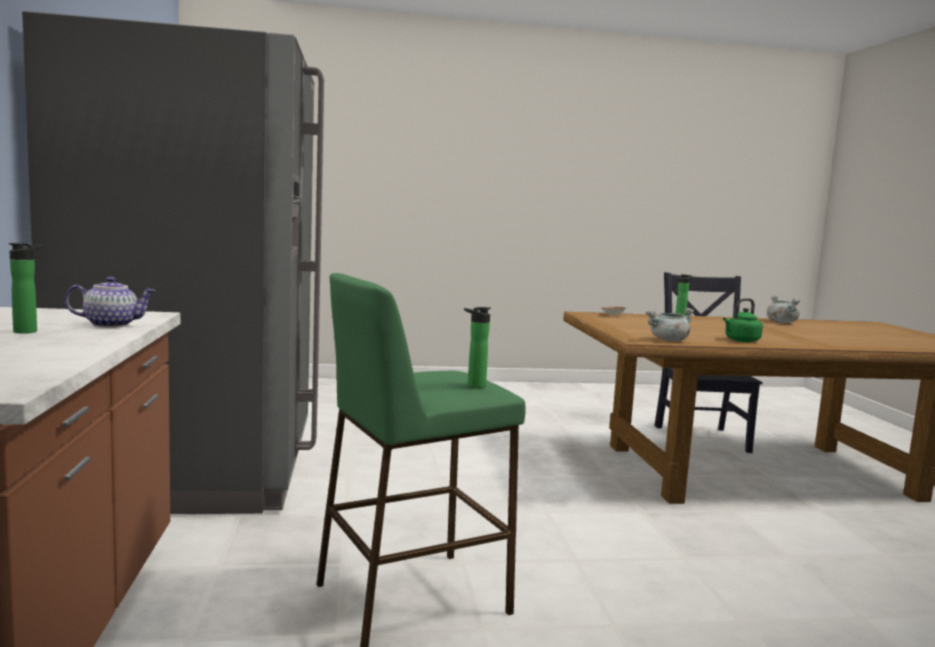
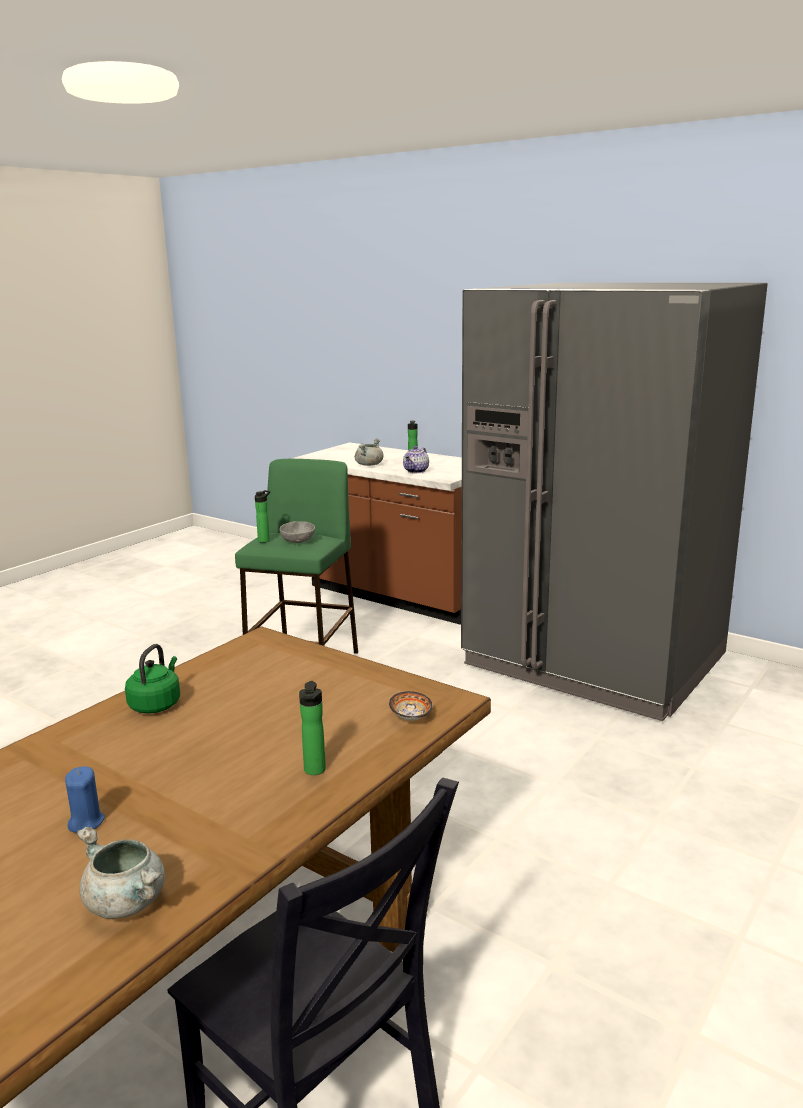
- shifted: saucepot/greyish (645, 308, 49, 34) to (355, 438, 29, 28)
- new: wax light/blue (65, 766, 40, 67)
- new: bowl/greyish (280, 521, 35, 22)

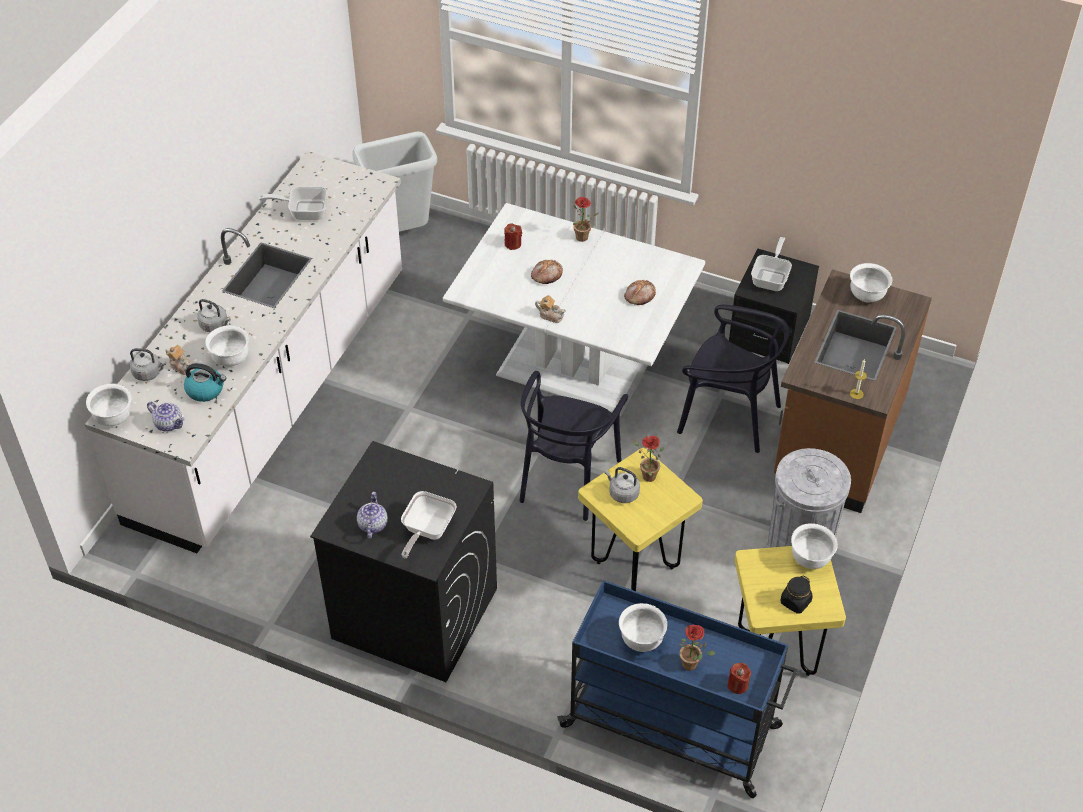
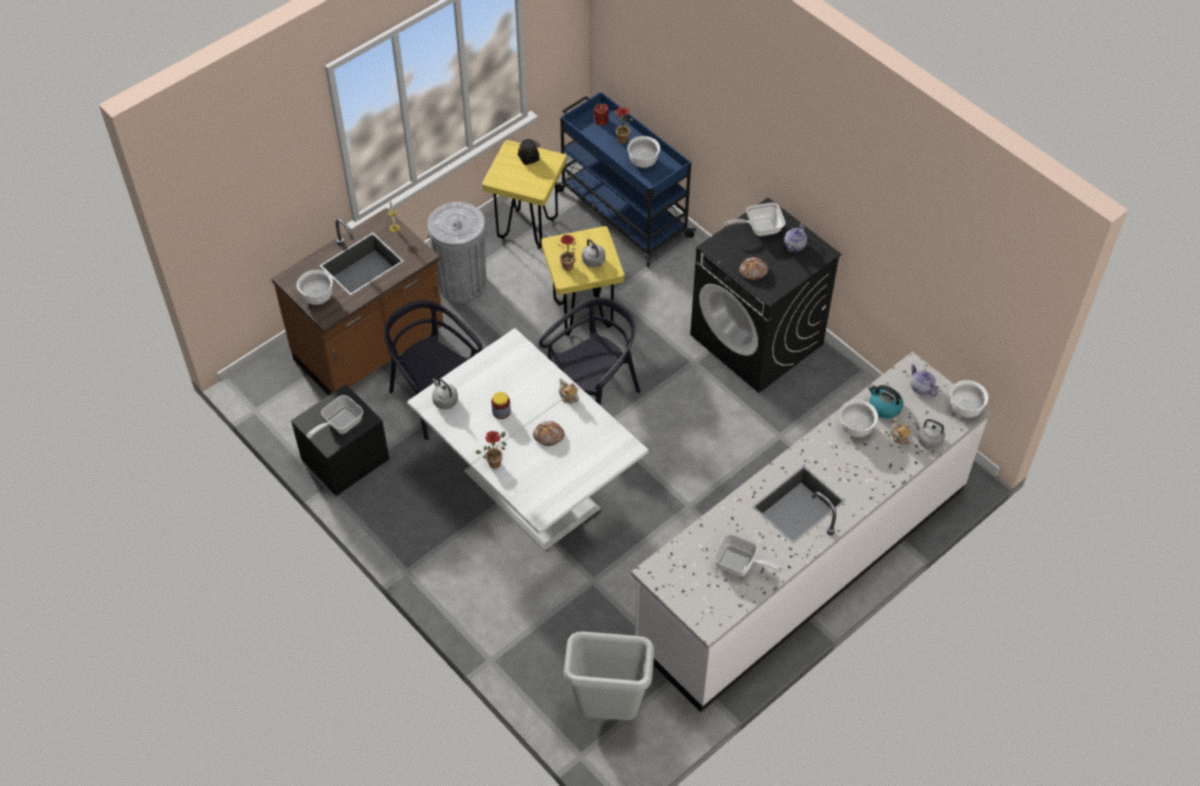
- shifted: water kettle/greyish (197, 299, 33, 33) to (432, 378, 26, 31)
- rotated: pan (401, 491, 56, 67) = (724, 203, 61, 33) 150 degrees counterclockwise
- gone: wax light/reddish (504, 223, 18, 27)
- shifted: baked bread (624, 280, 32, 25) to (739, 257, 30, 23)
- gone: bowl/white-coloured (791, 523, 47, 46)
- new: storage jar (491, 392, 20, 27)

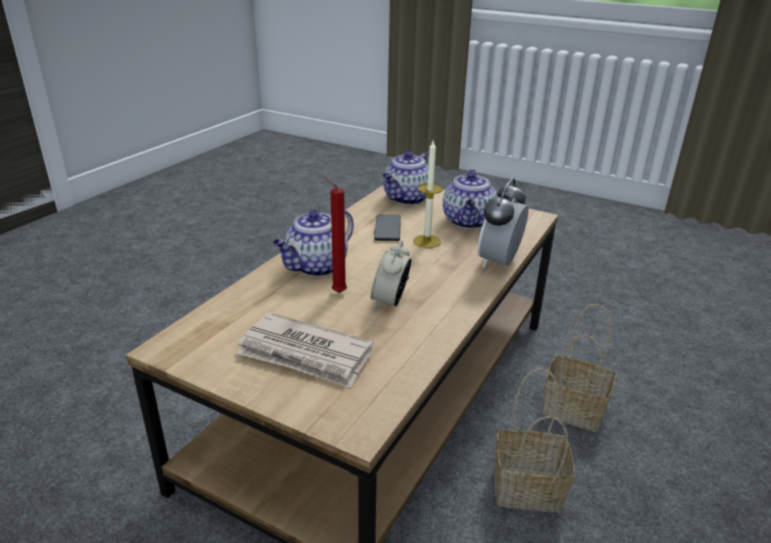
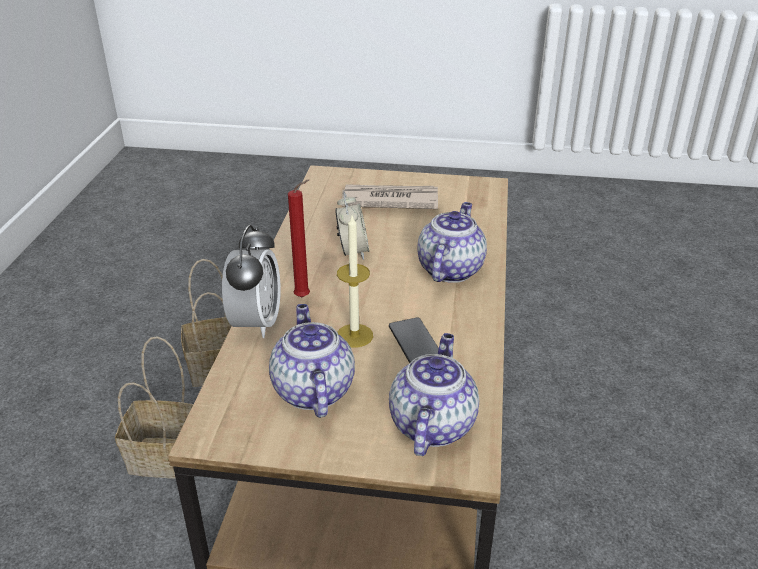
- shifted: wax light/reddish (324, 176, 23, 117) to (288, 180, 22, 117)

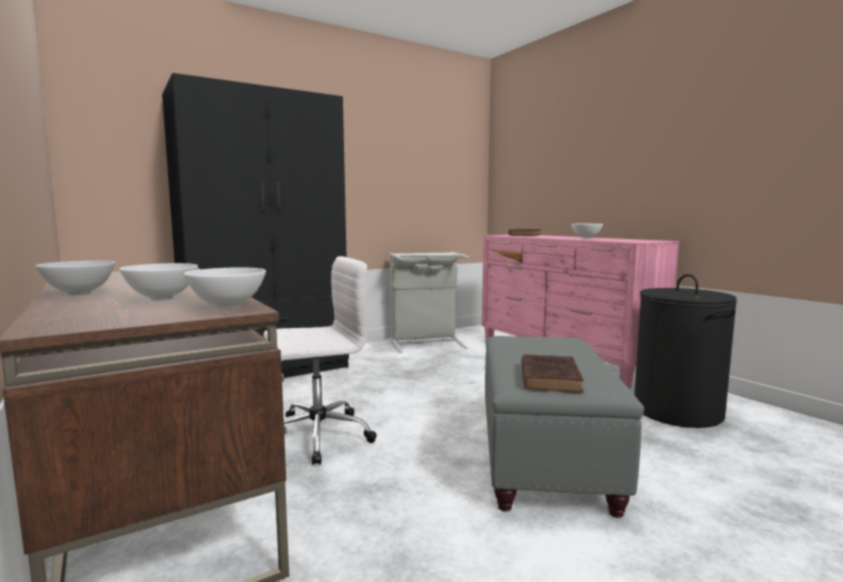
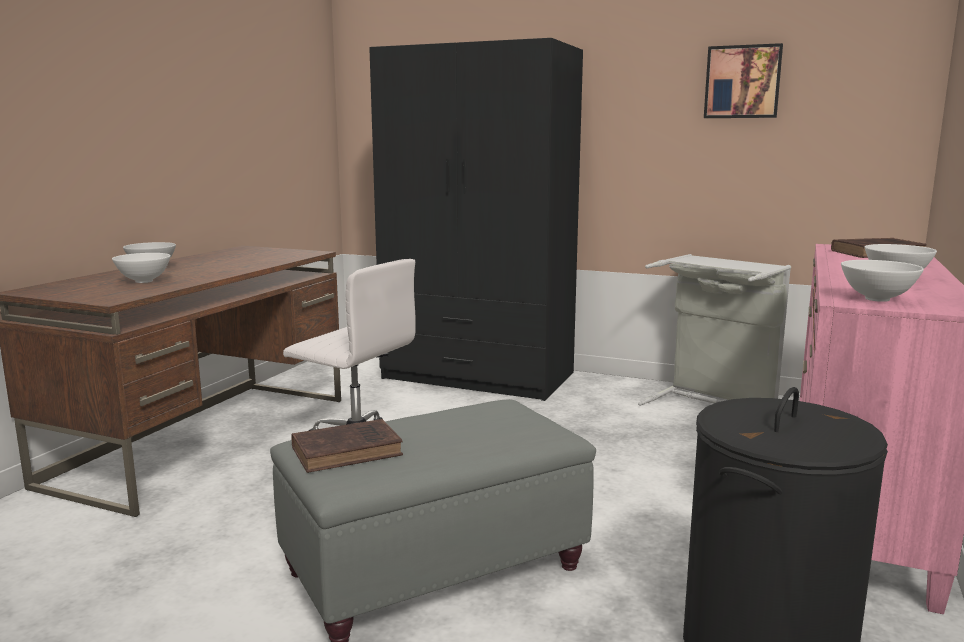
- shifted: bowl/white-coloured (184, 268, 82, 41) to (841, 260, 83, 42)
- new: wall picture (704, 43, 79, 75)

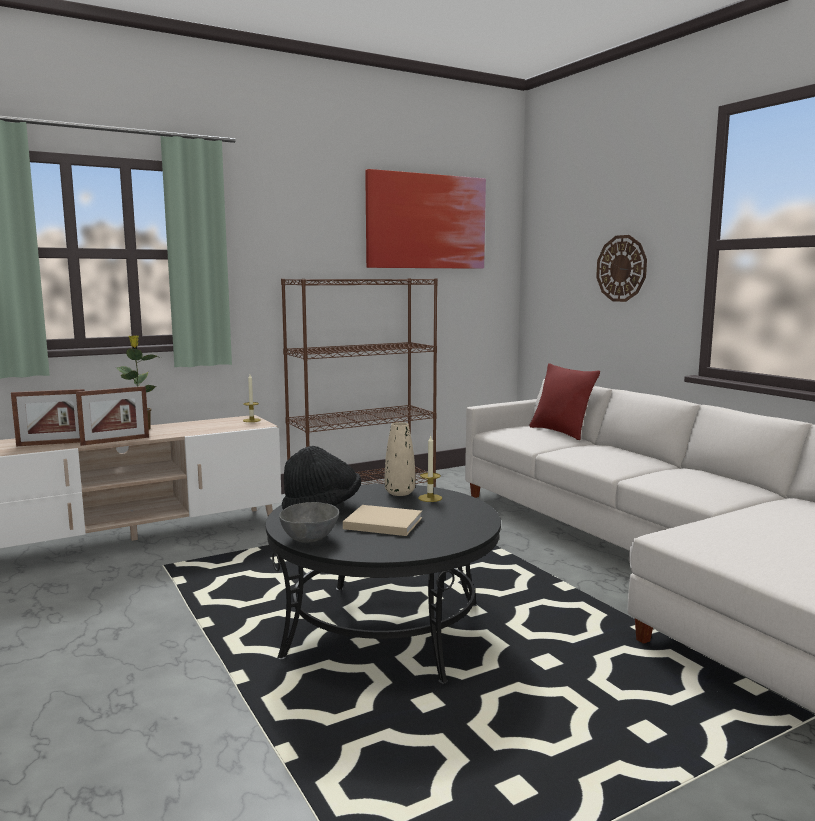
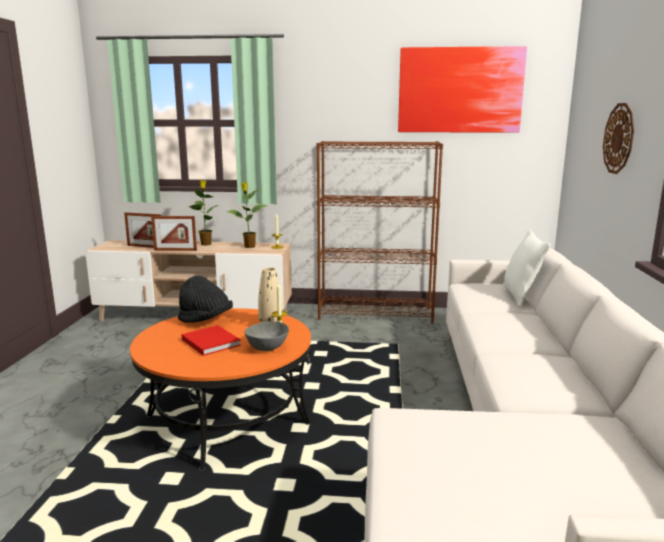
- repainted: lounge table/blackish (266, 484, 235, 199) to lounge table/orange (130, 308, 181, 163)
- shifted: bowl/greyish (279, 502, 60, 41) to (245, 321, 44, 30)
- repainted: volume/beige-coloured (343, 505, 79, 31) to volume/reddish (181, 325, 60, 31)
- repainted: cushion/reddish (529, 363, 71, 77) to cushion/white-coloured (502, 229, 49, 78)
- new: potted plant (227, 182, 40, 66)

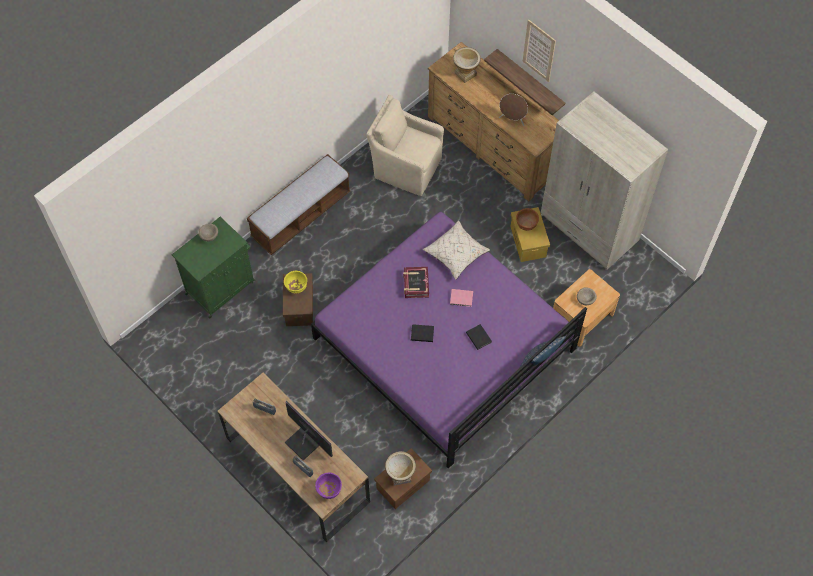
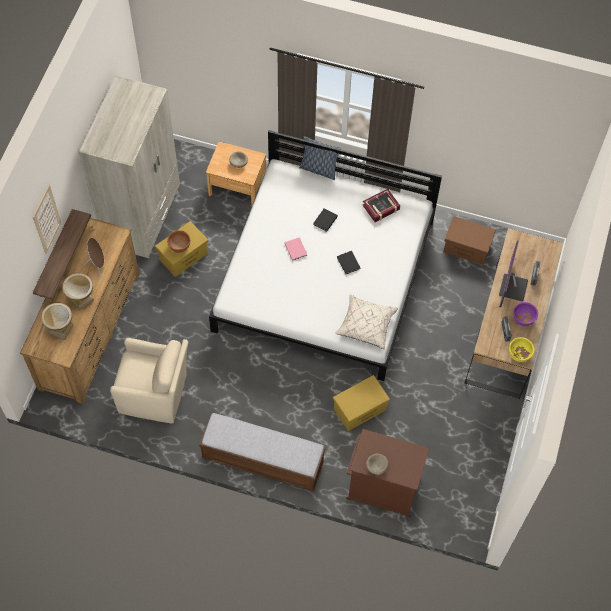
- repainted: cupboard/greenish (172, 217, 83, 101) to cupboard/brown (346, 429, 83, 88)
- repainted: storage container/brown (283, 273, 30, 53) to storage container/yellow-coloured (333, 375, 57, 56)
- shifted: bowl/yellow-coloured (284, 271, 23, 23) to (509, 337, 25, 25)
- repainted: bed/purple (311, 212, 276, 257) to bed/white-coloured (209, 130, 233, 251)
- shifted: bowl/purple (315, 472, 27, 27) to (513, 302, 25, 24)
- rotated: easy chair/beige-coloured (366, 95, 78, 101) = (110, 338, 78, 85) 75 degrees counterclockwise
- shifted: vase (385, 451, 31, 35) to (62, 273, 32, 38)
- shifted: volume (403, 267, 26, 31) to (363, 189, 37, 33)
- shifted: cushion/beige-coloured (423, 221, 67, 59) to (335, 295, 63, 54)

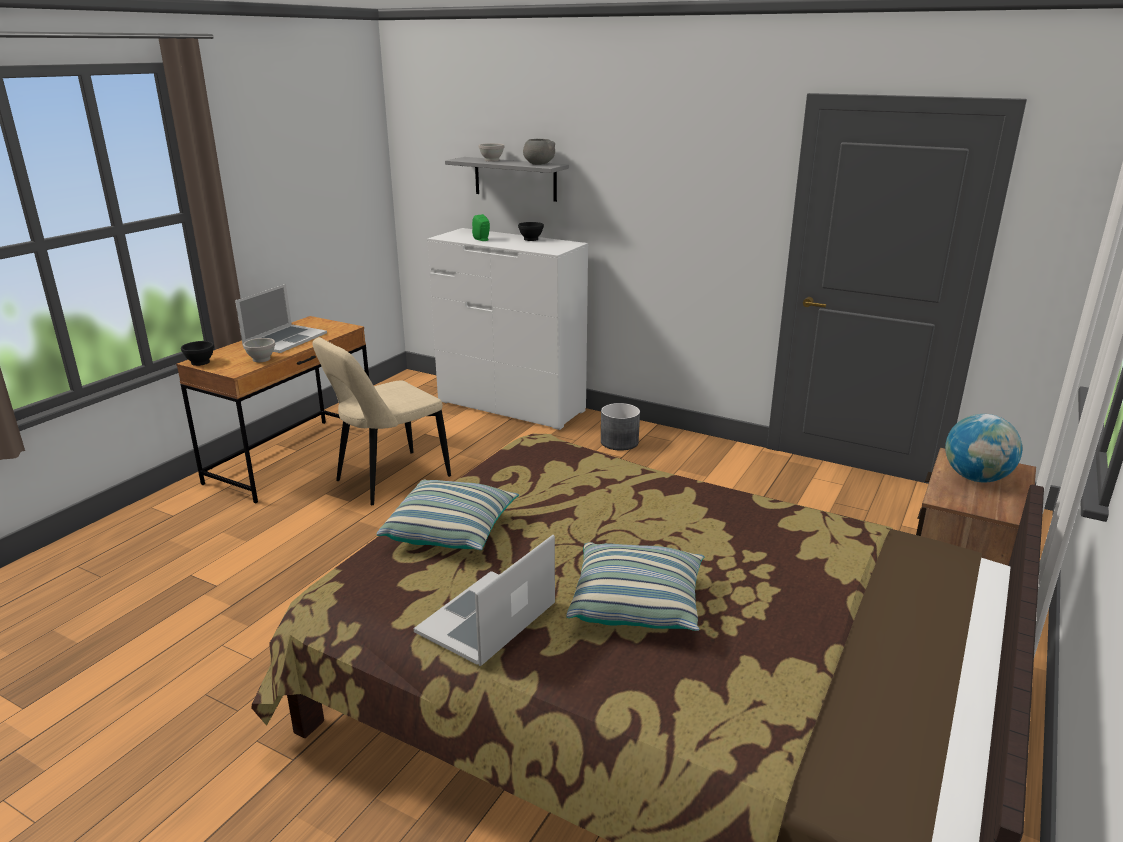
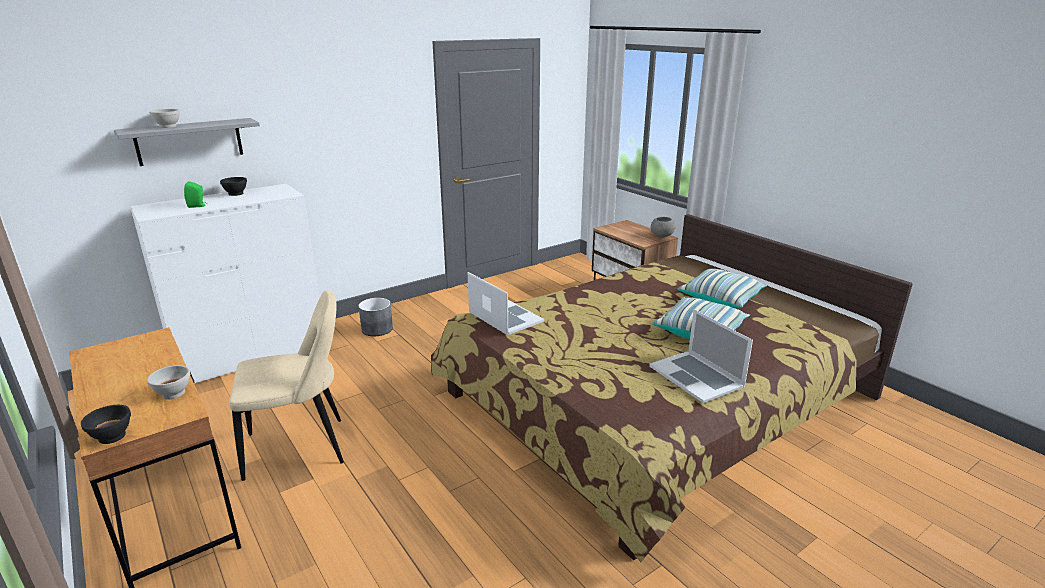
- shifted: notebook computer (235, 284, 92, 69) to (468, 272, 76, 63)
- rotated: chair/beige-coloured (312, 337, 139, 168) = (229, 290, 115, 191) 90 degrees counterclockwise
- shifted: cushion (377, 480, 142, 70) to (677, 269, 91, 40)
- shifted: bowl/greyish (523, 139, 32, 26) to (651, 217, 25, 20)
- gone: desk globe (945, 414, 77, 68)

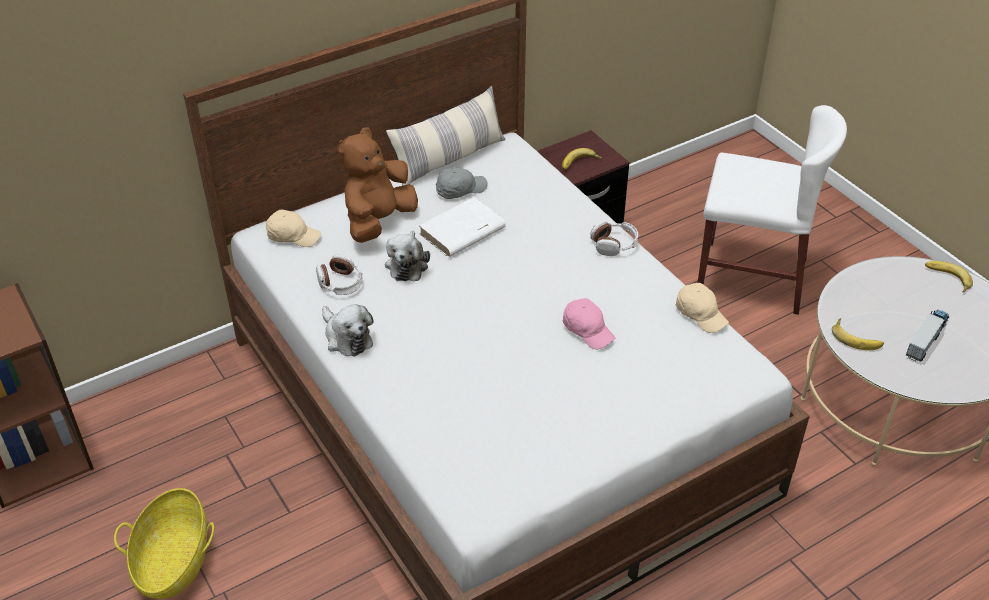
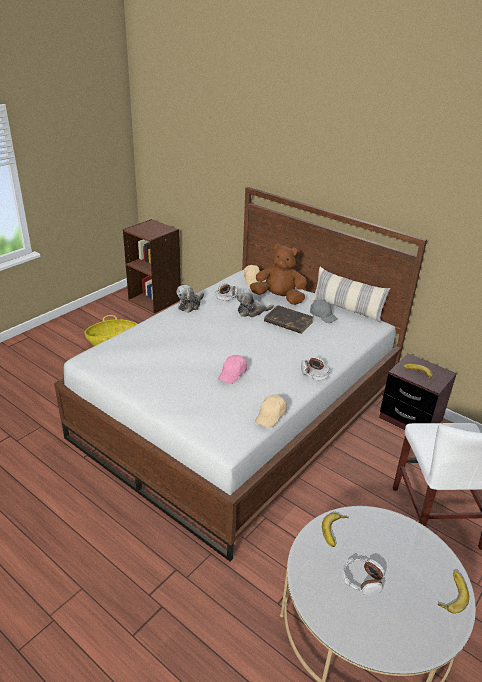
- repainted: volume/white-coloured (419, 197, 87, 60) to volume/brown (264, 305, 49, 29)
- swapped: toy truck (906, 310, 43, 52) to pair of headphones (342, 558, 43, 38)

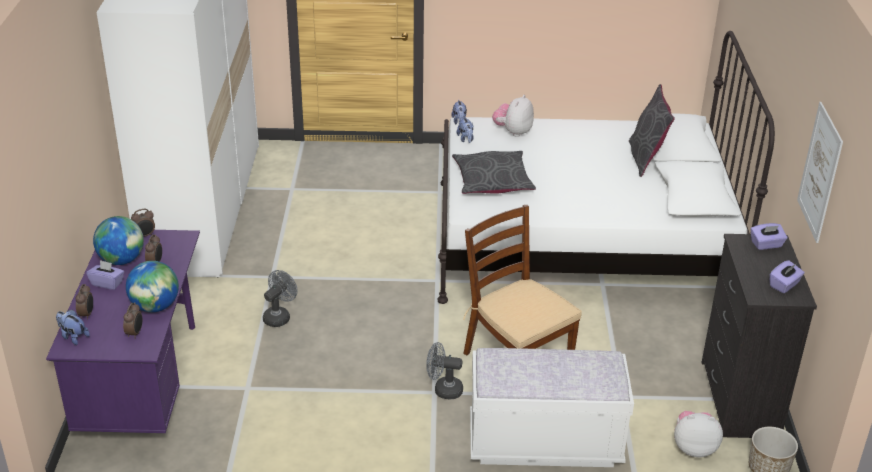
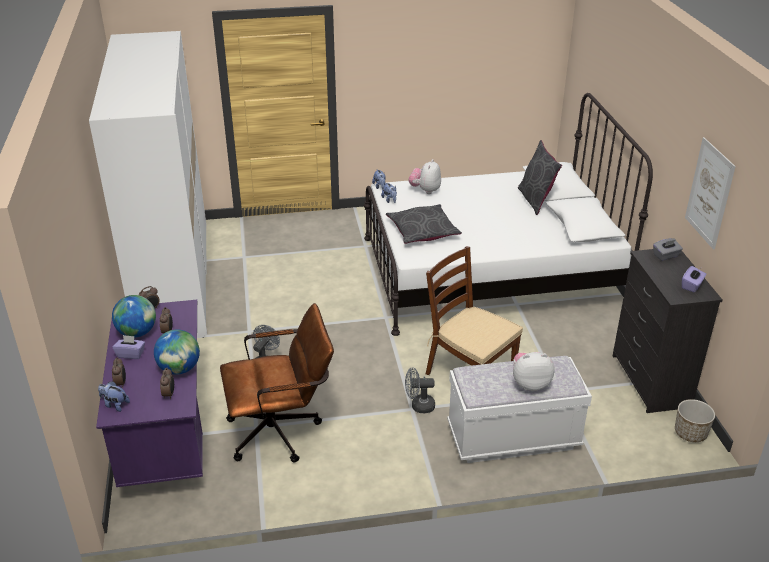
- shifted: soft toy (674, 411, 49, 46) to (513, 352, 42, 39)
- repainted: tissue box/purple (751, 223, 36, 27) to tissue box/greyish (653, 238, 30, 23)
- new: desk chair/brown (220, 303, 114, 160)

